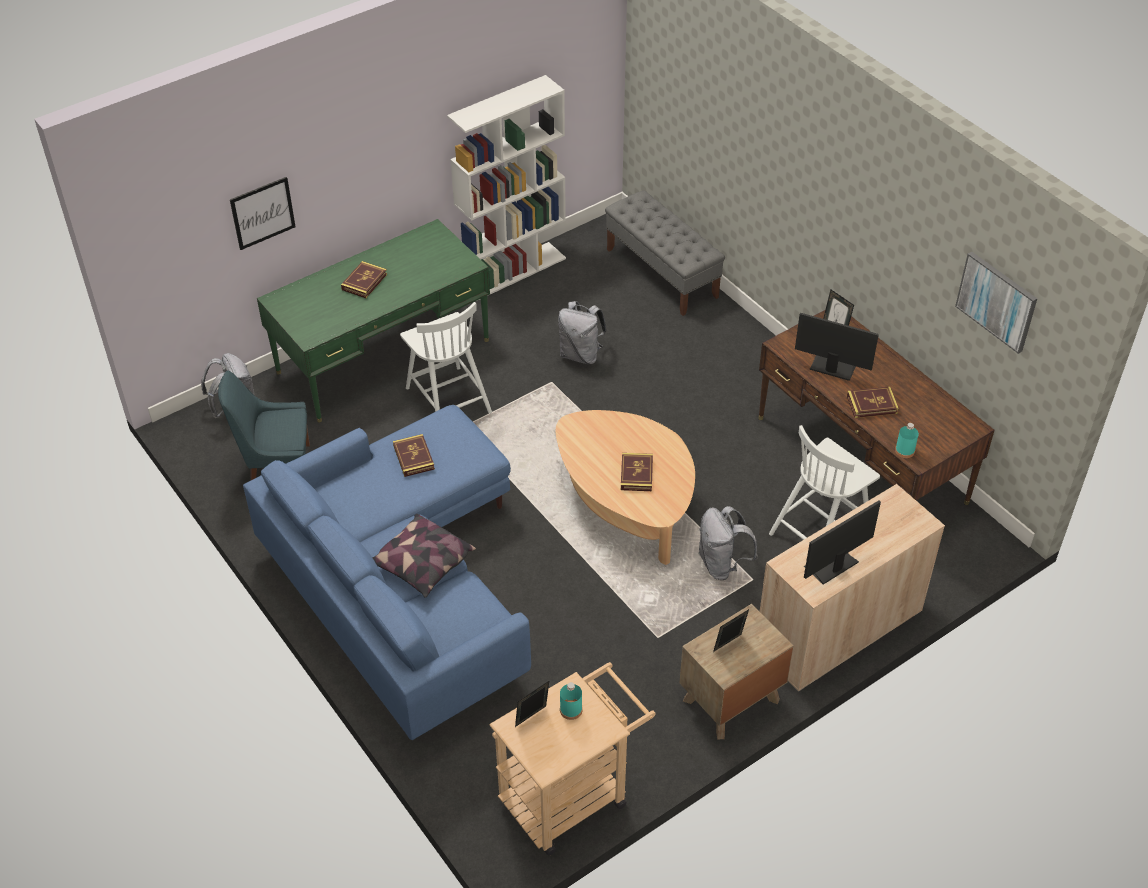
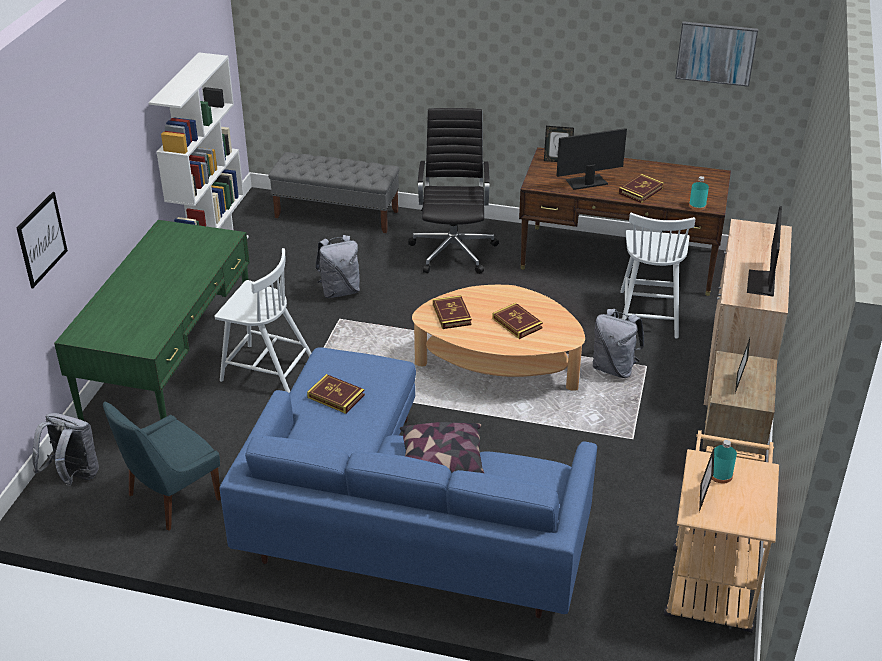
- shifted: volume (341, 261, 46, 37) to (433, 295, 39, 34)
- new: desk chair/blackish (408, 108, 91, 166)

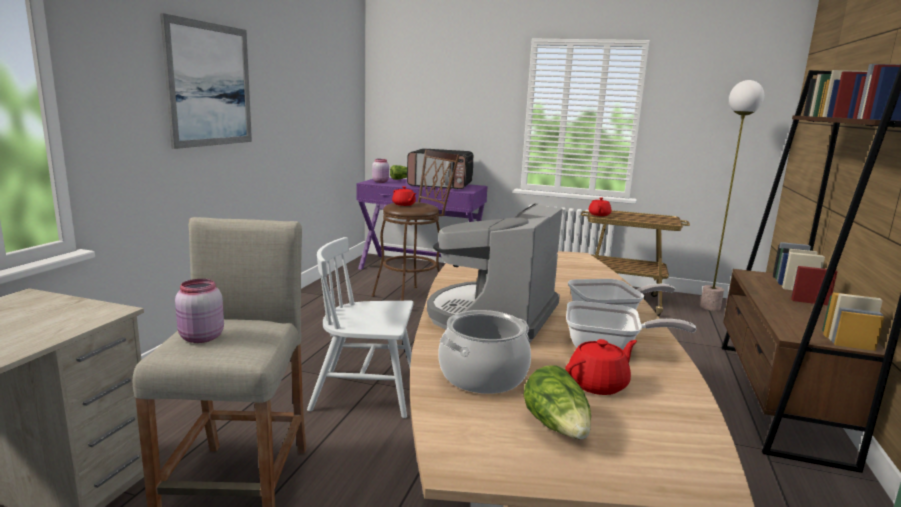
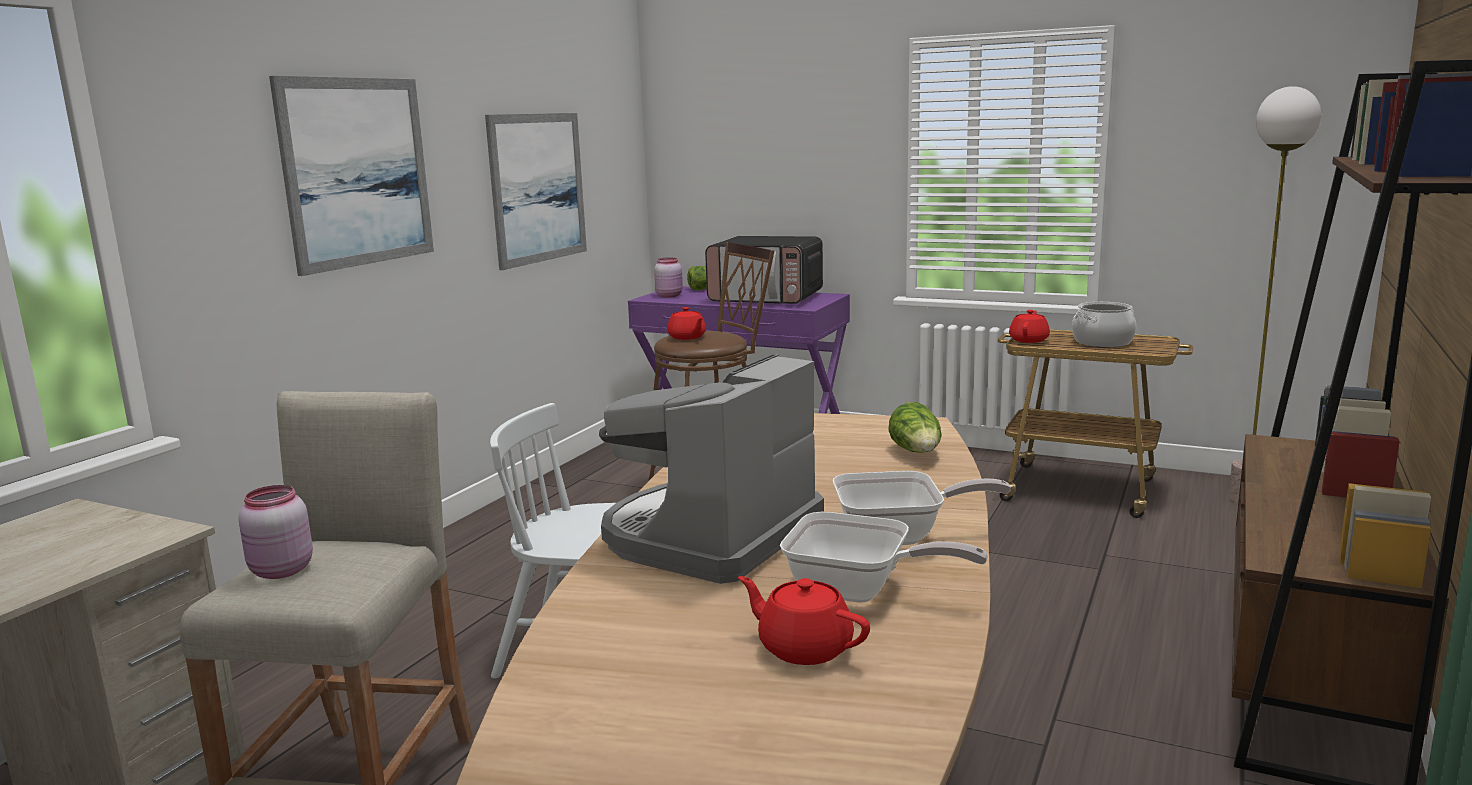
- shifted: saucepot (438, 310, 93, 84) to (1072, 302, 64, 45)
- shifted: lettuce (524, 365, 67, 74) to (888, 402, 54, 51)
- rotated: tea pot/reddish (565, 339, 72, 56) = (738, 576, 132, 89) 120 degrees counterclockwise
- new: wall picture (485, 113, 102, 157)

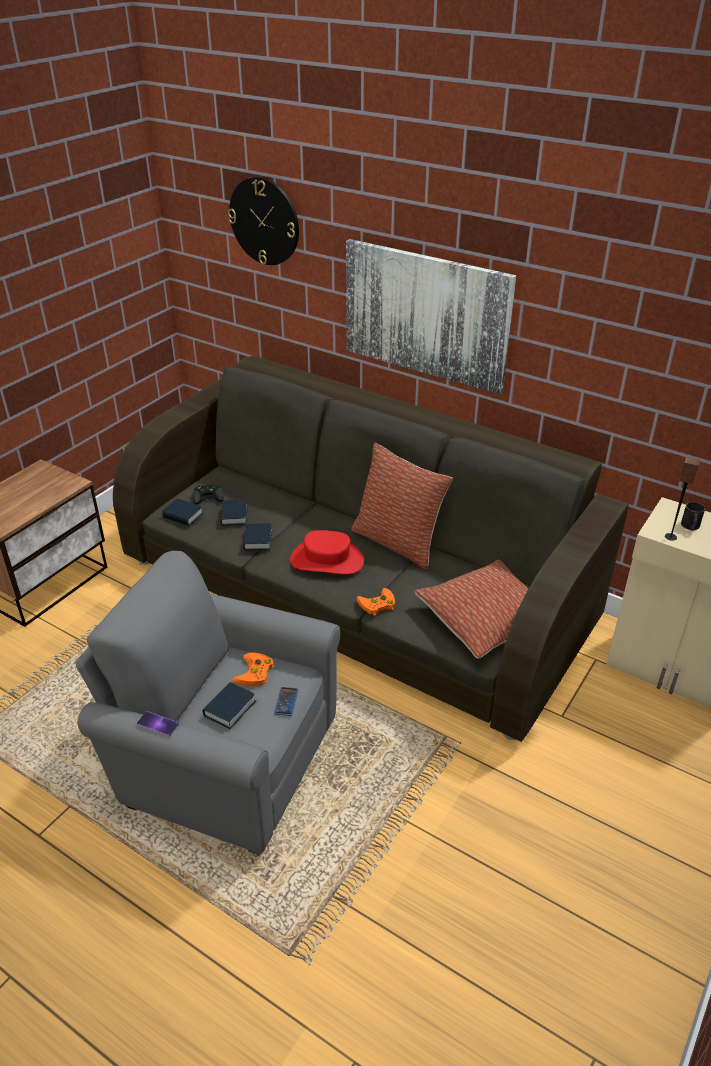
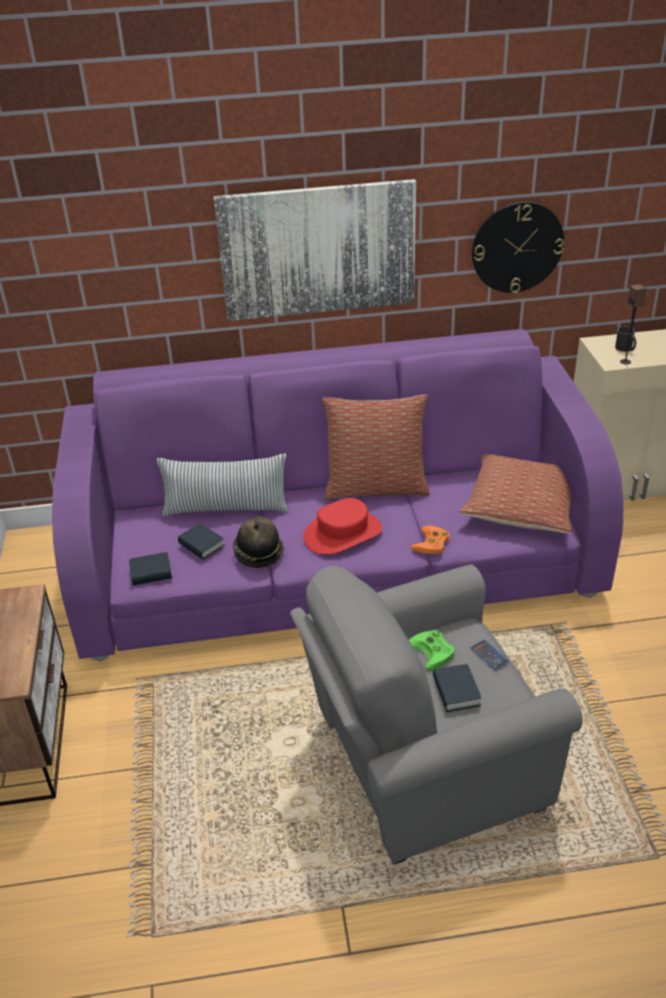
- repainted: settee/greyish (113, 355, 516, 387) to settee/purple (52, 329, 571, 332)
- gone: phone (137, 711, 42, 25)
- gone: joypad/blackish (193, 484, 31, 21)
- shifted: clock on the wall (228, 177, 71, 88) to (472, 201, 92, 92)
- repainted: joypad/orange (233, 653, 41, 33) to joypad/greenish (409, 630, 46, 41)
- swapped: volume (243, 523, 29, 27) to clothing hat (233, 516, 51, 52)
- new: cushion (157, 454, 131, 62)

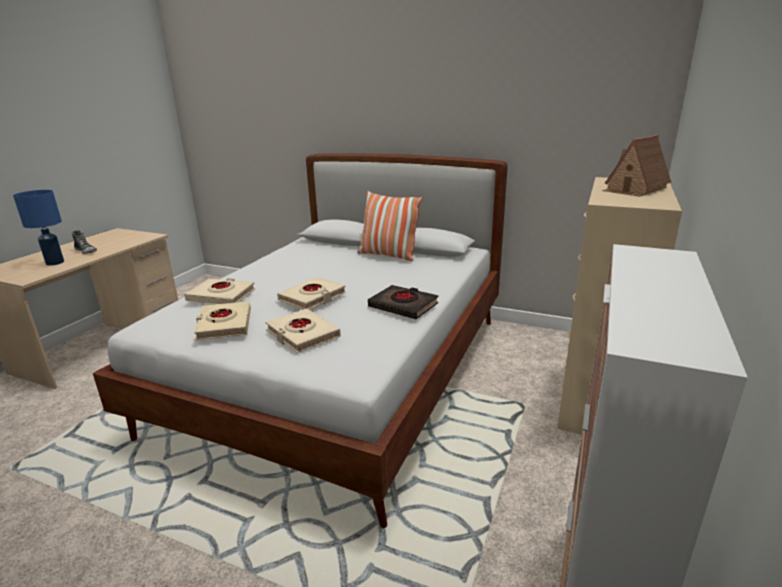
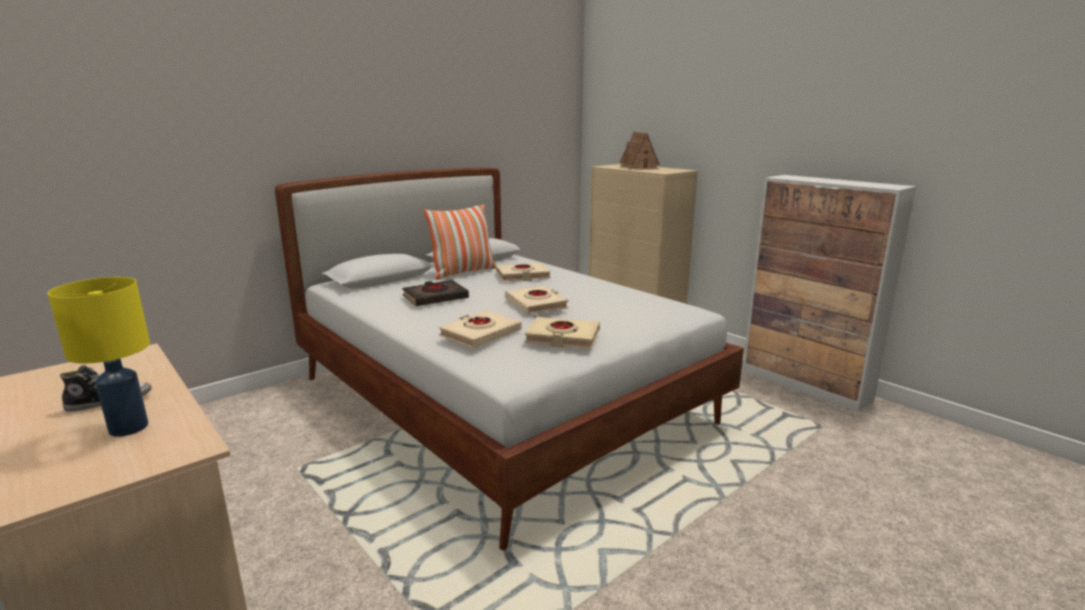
- repainted: table lamp/blue (13, 190, 51, 76) to table lamp/yellow-coloured (48, 277, 102, 160)
- shifted: volume/beige-coloured (266, 309, 75, 44) to (496, 263, 55, 19)
- shifted: volume/blackish (368, 285, 70, 34) to (402, 280, 67, 26)

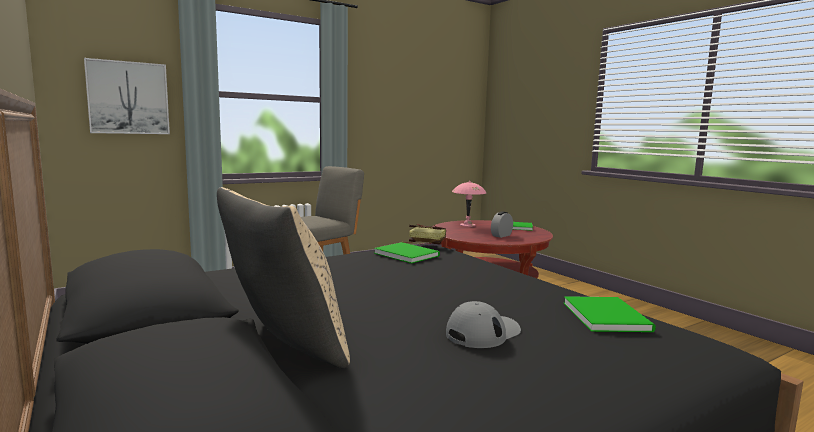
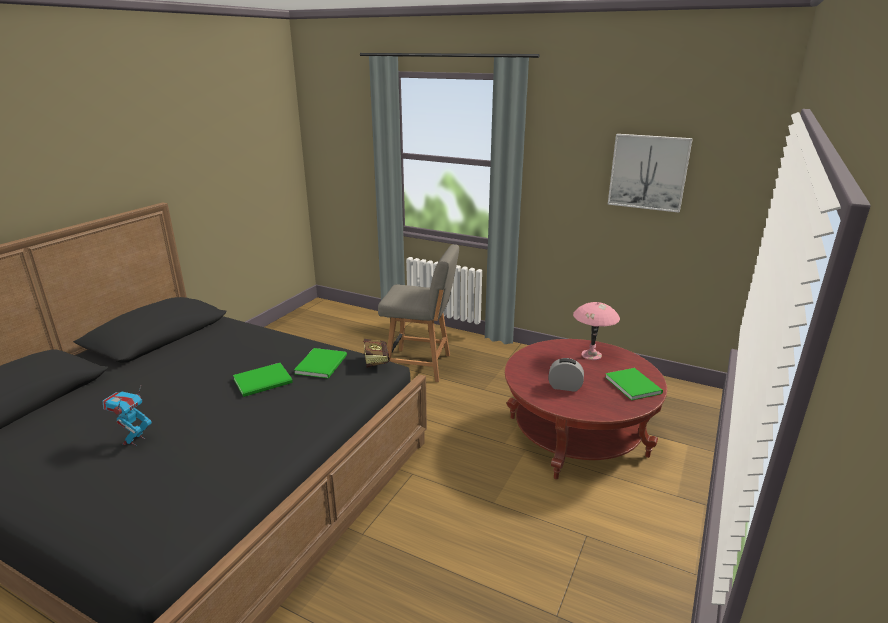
- shifted: wall picture (84, 58, 86, 76) to (608, 134, 85, 79)
- gone: cushion/beige-coloured (217, 187, 133, 182)
- swapped: peaked cap/greyish (446, 301, 75, 47) to robot figure (103, 386, 49, 60)
- shifted: volume/greenish (563, 296, 93, 36) to (233, 363, 60, 34)

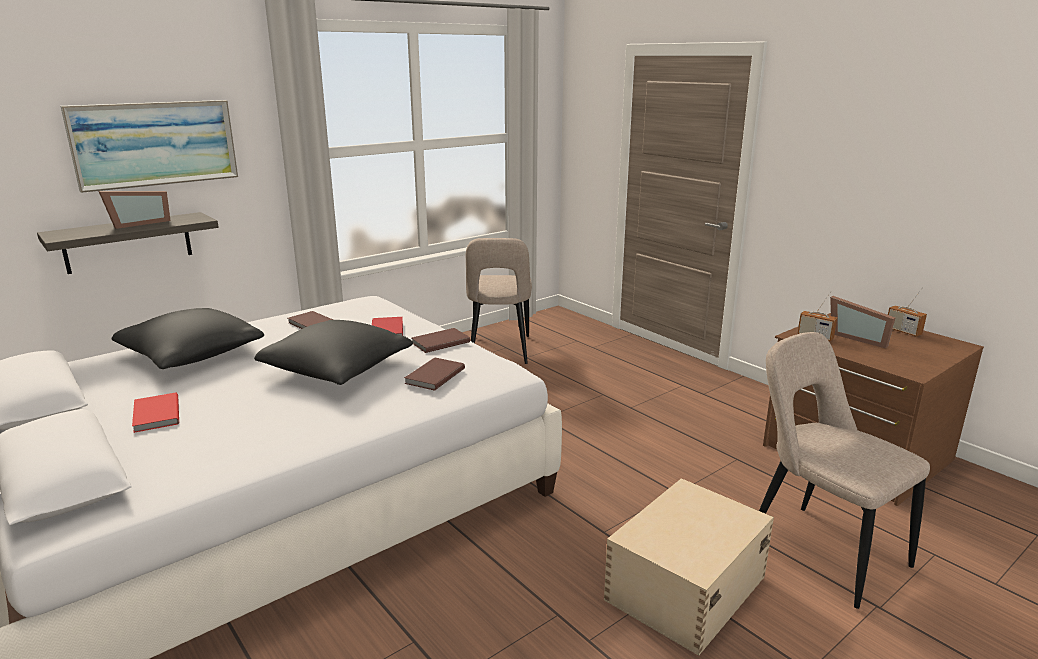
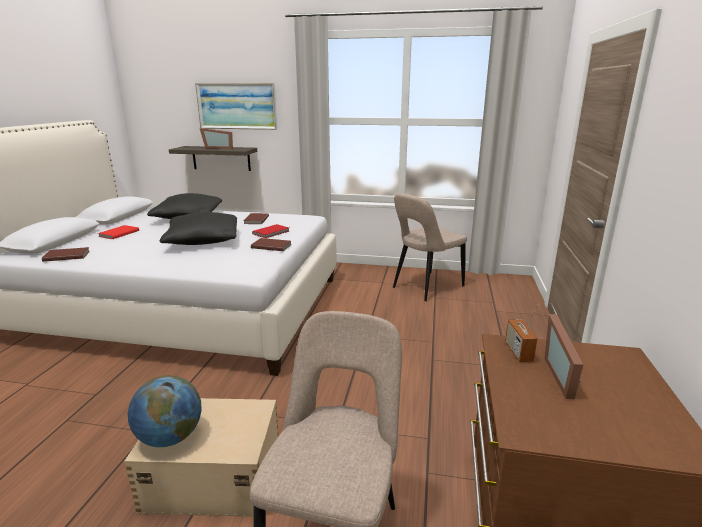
- shifted: volume/brown (404, 357, 61, 34) to (42, 247, 48, 15)
- gone: radio set (888, 287, 39, 50)
- new: desk globe (128, 375, 73, 72)

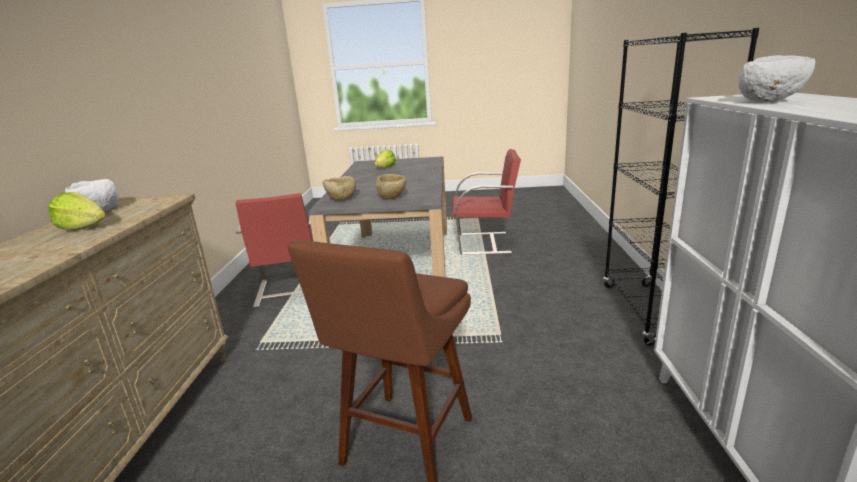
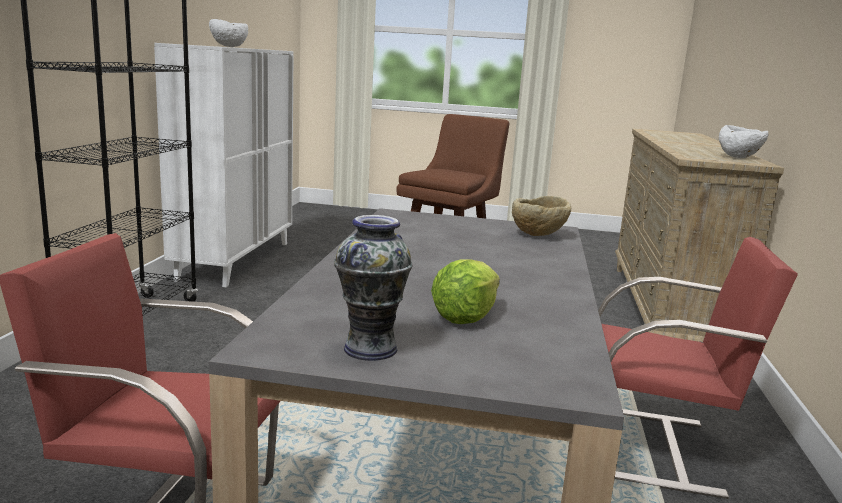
- gone: lettuce (48, 192, 57, 39)
- rotated: chair/reddish (235, 193, 78, 115) = (598, 237, 200, 262) 105 degrees clockwise
- gone: bowl/beige-coloured (376, 174, 30, 25)
- new: vase (334, 215, 78, 146)

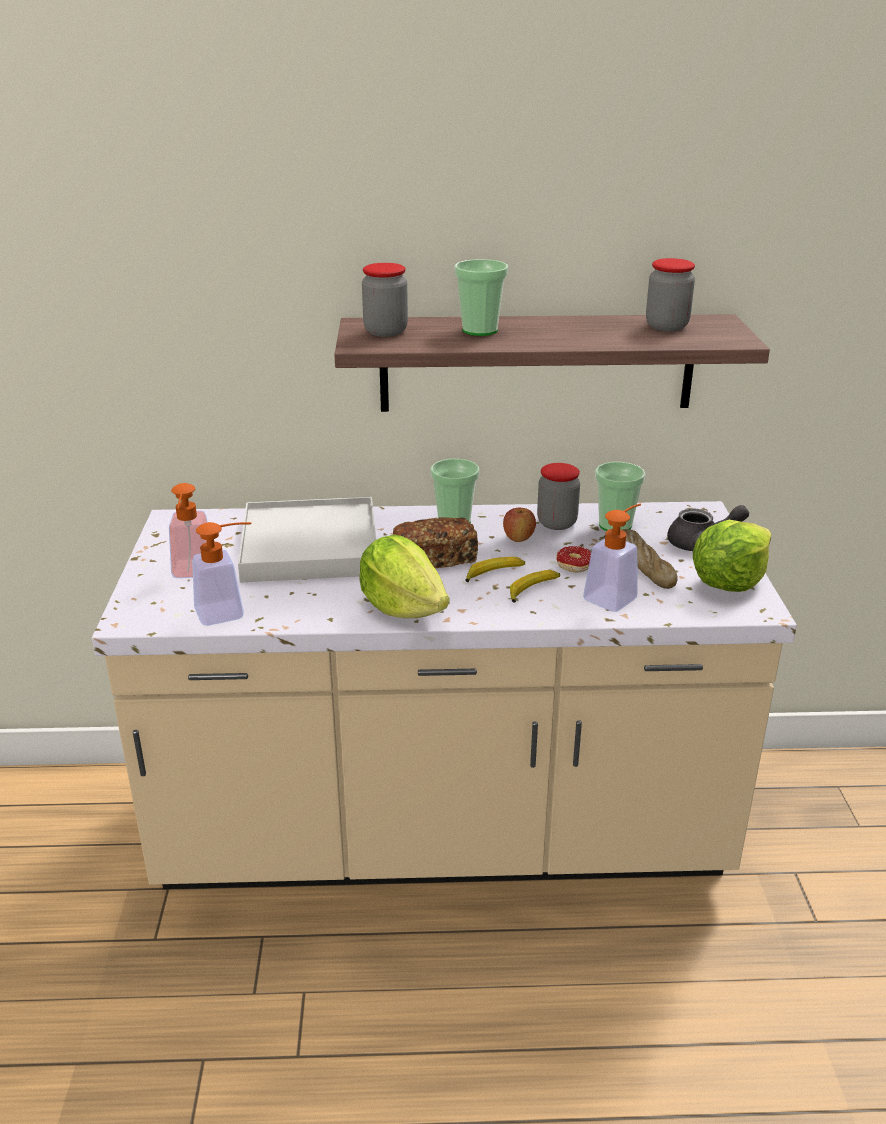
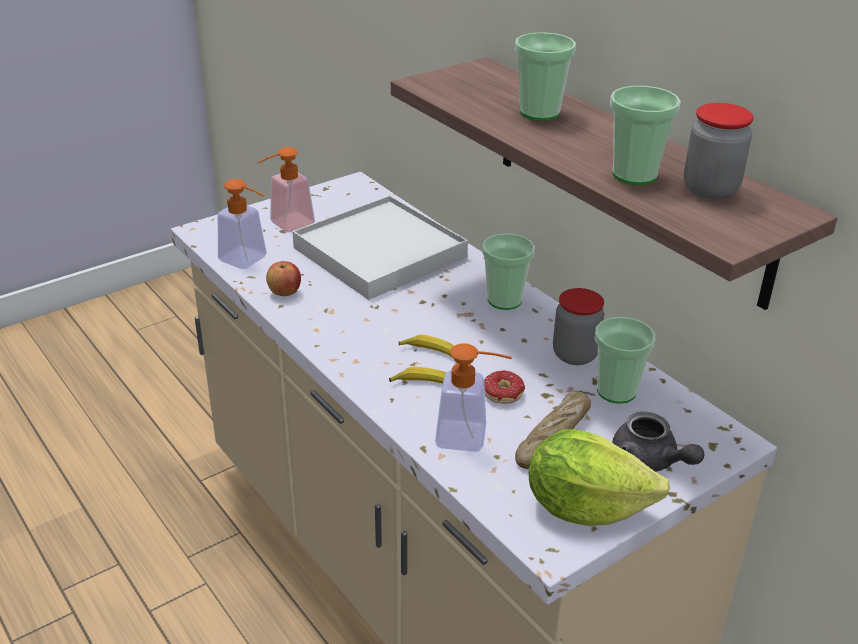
- gone: lettuce (359, 535, 90, 83)
- gone: storage jar (362, 263, 46, 74)
- gone: baked bread (393, 517, 85, 51)
- shifted: apple fruit (503, 508, 33, 34) to (266, 261, 35, 35)
- new: cup (610, 86, 71, 99)

